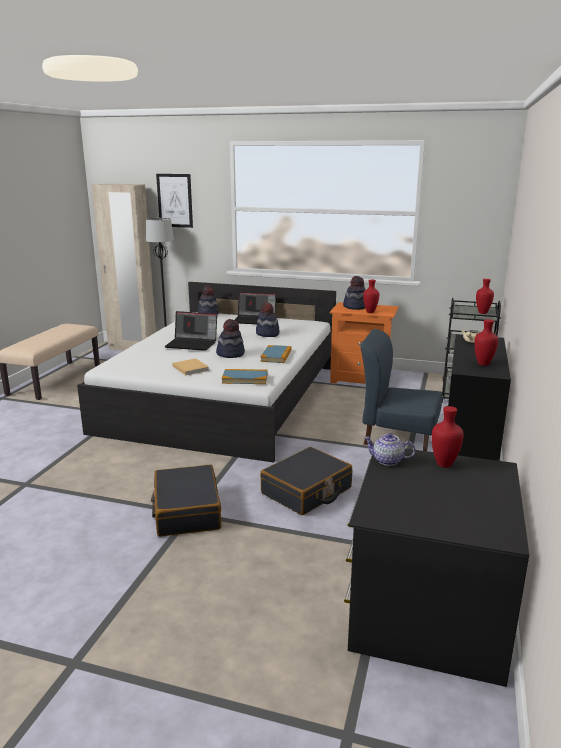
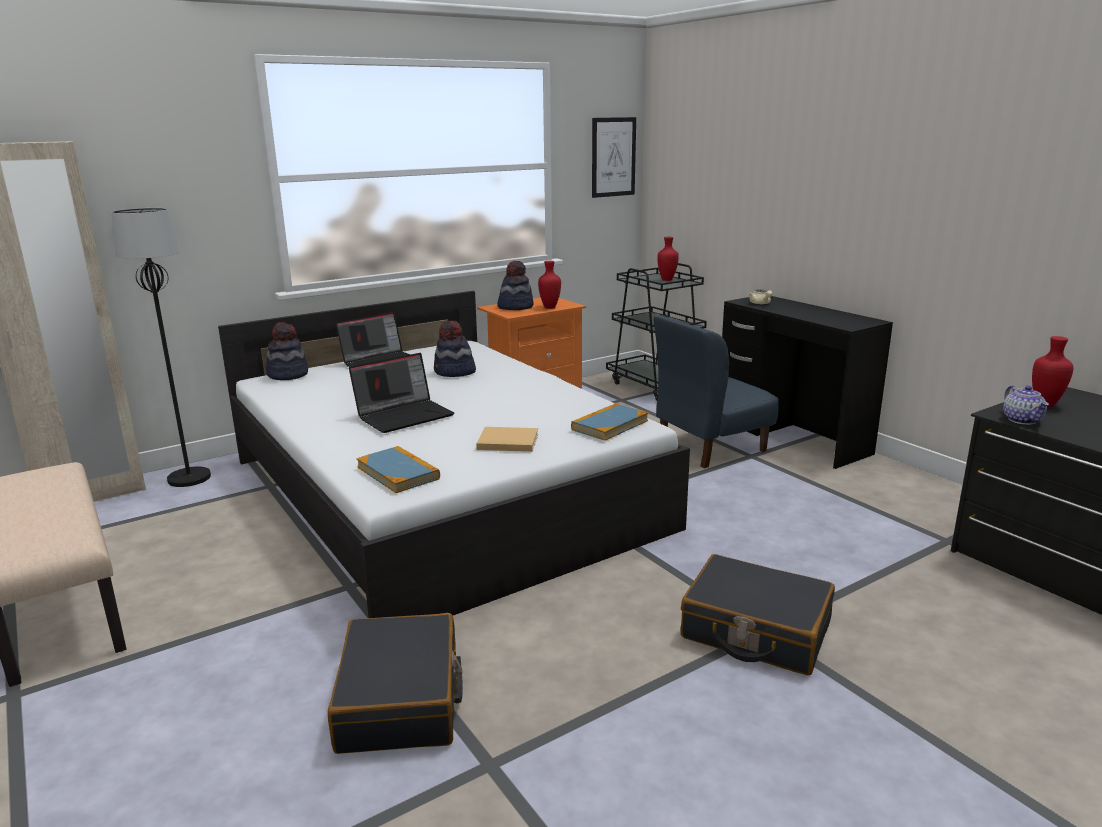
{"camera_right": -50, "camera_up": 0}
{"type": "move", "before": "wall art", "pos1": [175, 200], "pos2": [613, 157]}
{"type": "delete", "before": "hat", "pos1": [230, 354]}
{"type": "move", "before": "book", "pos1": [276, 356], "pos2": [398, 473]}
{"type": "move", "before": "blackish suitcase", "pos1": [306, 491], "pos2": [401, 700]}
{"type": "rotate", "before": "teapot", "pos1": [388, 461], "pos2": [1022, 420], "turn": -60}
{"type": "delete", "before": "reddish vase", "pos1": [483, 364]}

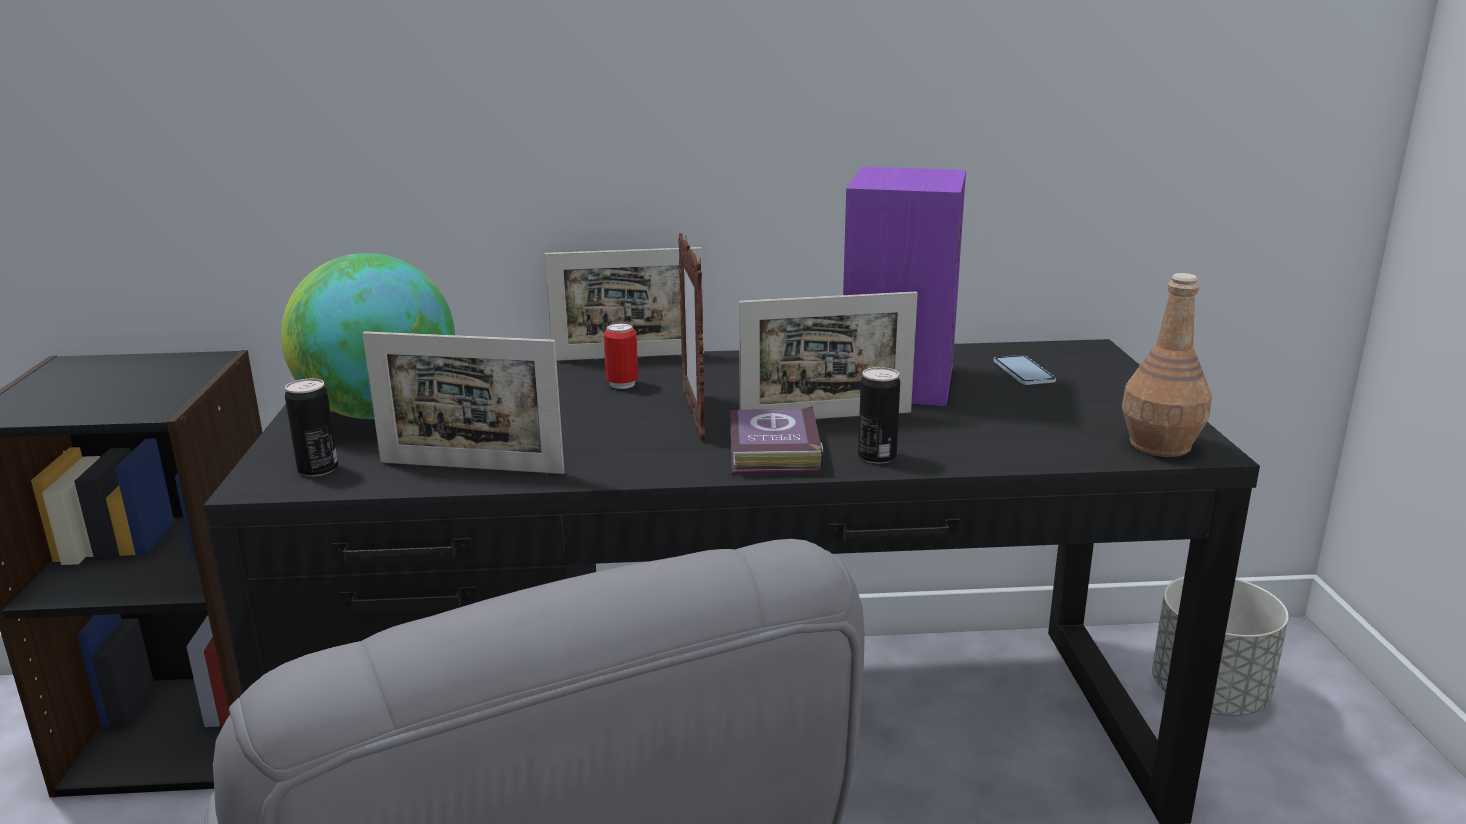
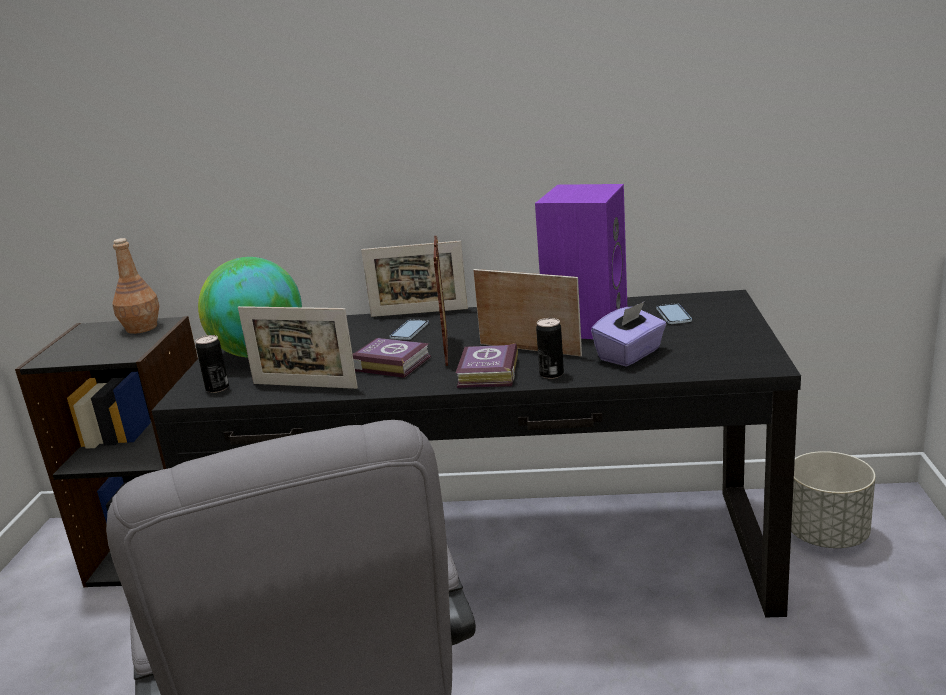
{"camera_right": 10, "camera_up": 0}
{"type": "replace", "before": "sealed can", "after": "telephone", "pos1": [622, 384], "pos2": [409, 331]}
{"type": "rotate", "before": "standing frame", "pos1": [826, 417], "pos2": [529, 350], "turn": -150}
{"type": "move", "before": "brown-coloured drink bottle", "pos1": [1159, 445], "pos2": [141, 328]}
{"type": "insert", "after": "book", "pos2": [390, 363]}
{"type": "insert", "after": "purple box of tissues", "pos2": [630, 355]}

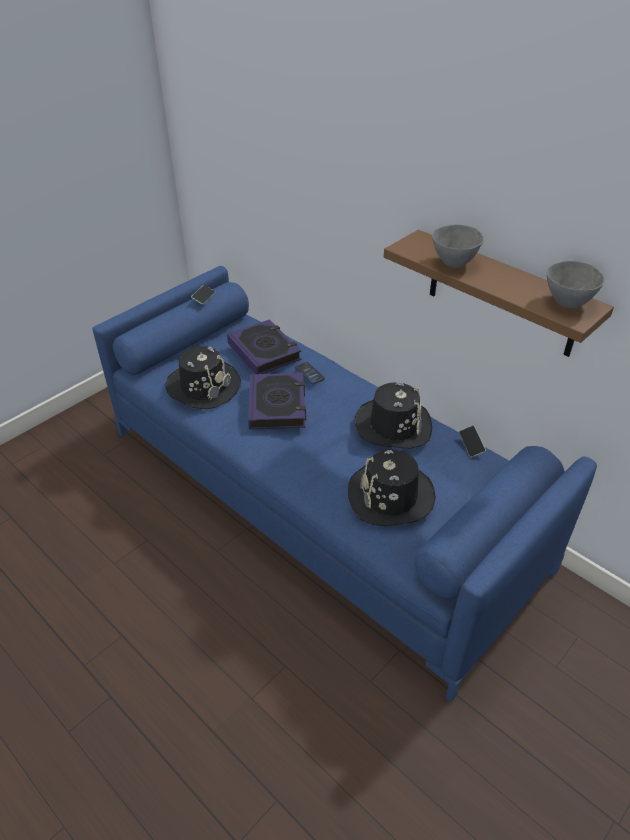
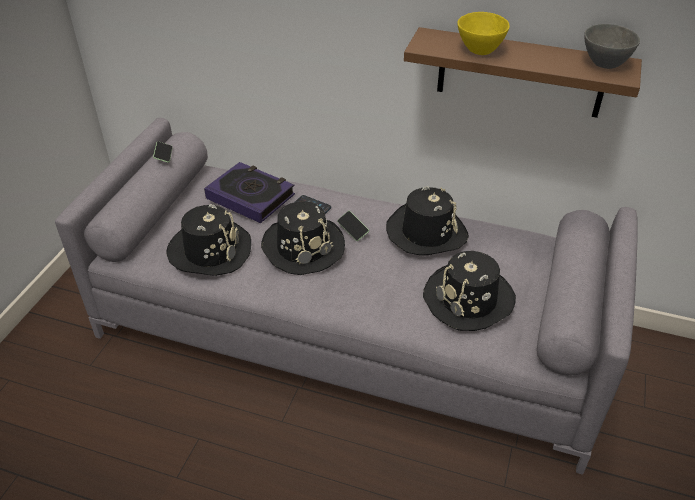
{"camera_right": -25, "camera_up": 0}
{"type": "recolor", "before": "blue-coloured couch", "after": "greyish couch", "pos1": [316, 496], "pos2": [348, 330]}
{"type": "replace", "before": "book", "after": "blackish hat", "pos1": [277, 405], "pos2": [303, 246]}
{"type": "recolor", "before": "greyish bowl", "after": "yellow bowl", "pos1": [453, 262], "pos2": [479, 50]}
{"type": "move", "before": "telephone", "pos1": [471, 445], "pos2": [353, 229]}

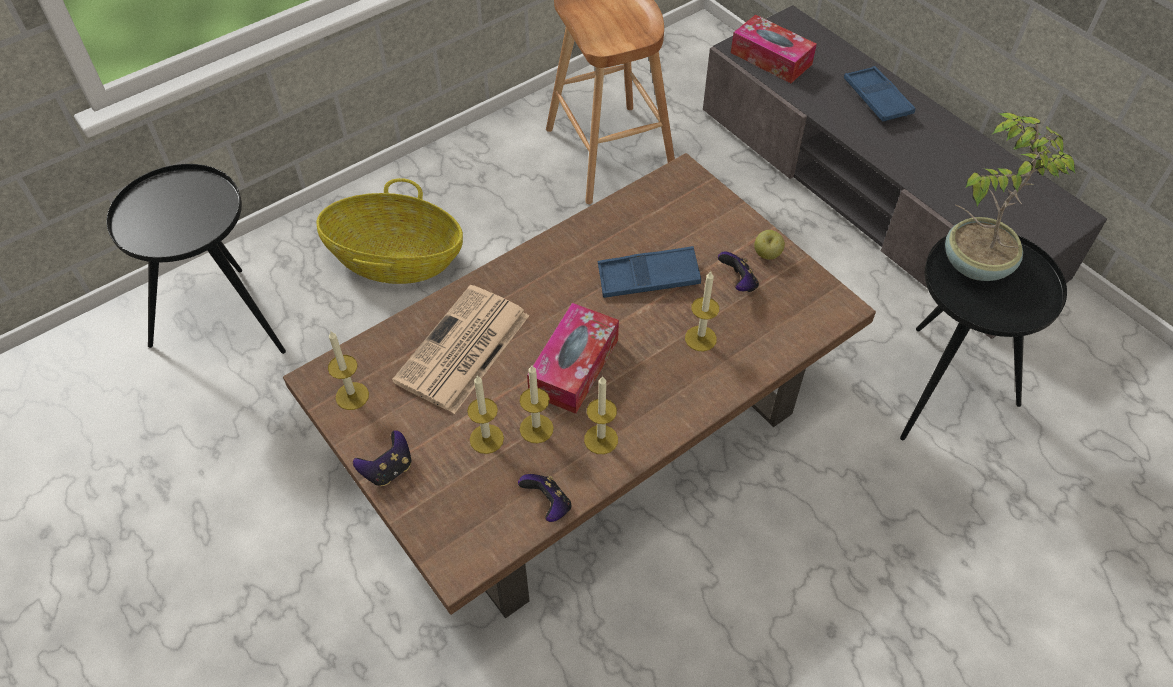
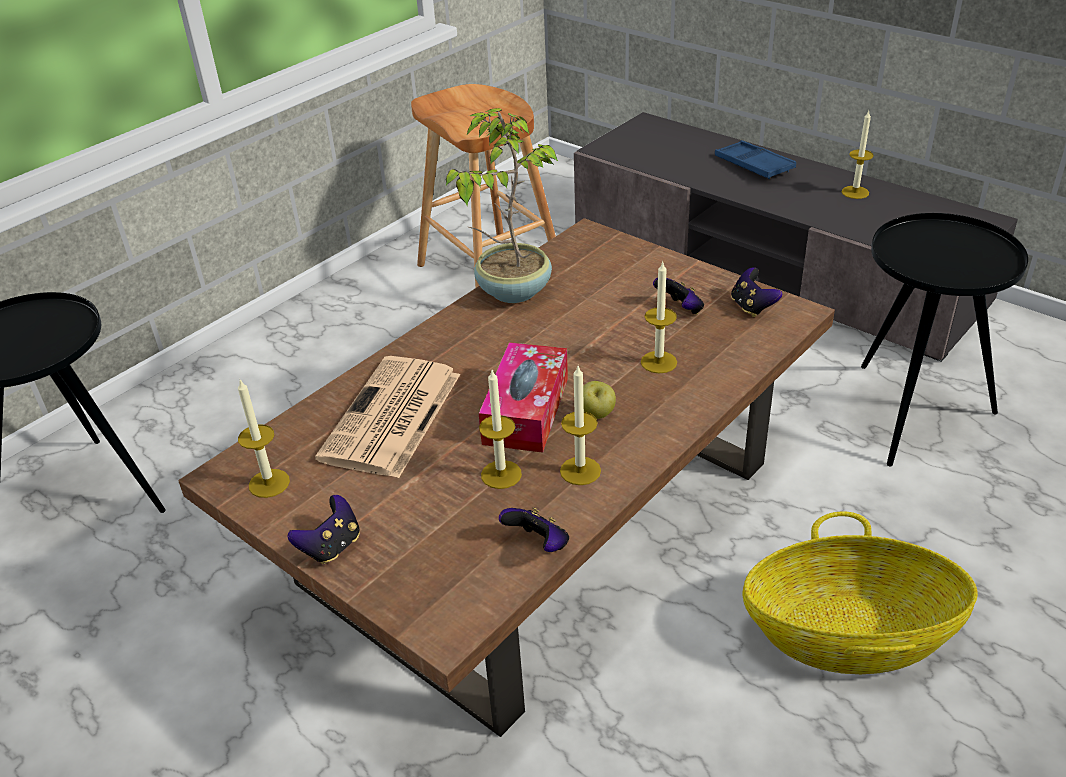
{"camera_right": -10, "camera_up": -15}
{"type": "move", "before": "basket", "pos1": [395, 259], "pos2": [849, 634]}
{"type": "move", "before": "candle", "pos1": [486, 439], "pos2": [855, 192]}
{"type": "delete", "before": "blue-coloured carrying tray", "pos1": [648, 278]}
{"type": "delete", "before": "box of tissues", "pos1": [771, 58]}
{"type": "move", "before": "apple fruit", "pos1": [767, 255], "pos2": [596, 414]}
{"type": "move", "before": "houseplant", "pos1": [974, 263], "pos2": [512, 291]}
{"type": "insert", "after": "joypad", "pos2": [752, 307]}

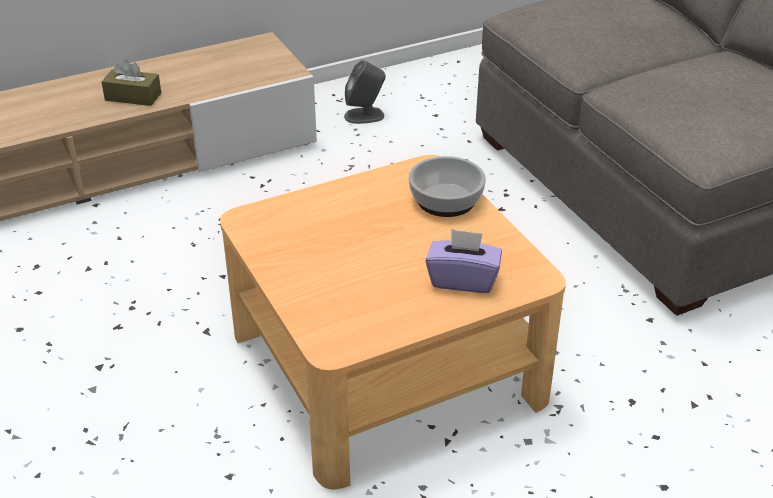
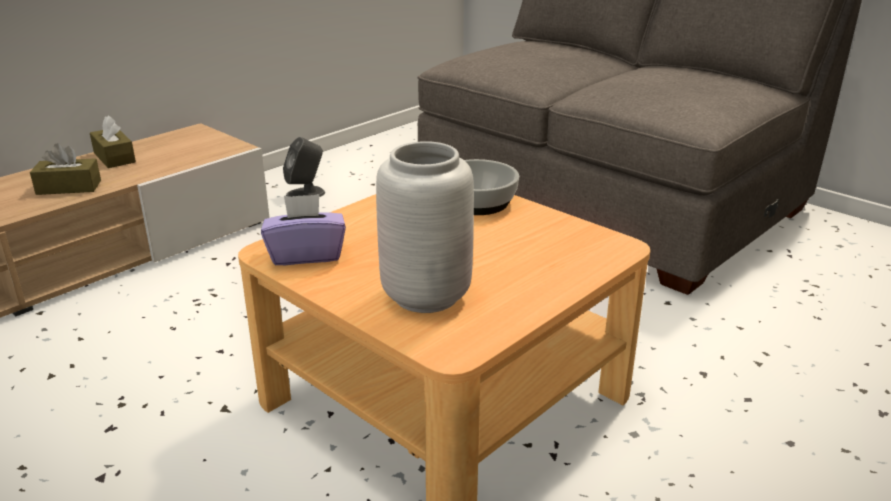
{"camera_right": -20, "camera_up": -10}
{"type": "move", "before": "purple box of tissues", "pos1": [463, 280], "pos2": [306, 255]}
{"type": "insert", "after": "brown-coloured box of tissues", "pos2": [114, 157]}
{"type": "insert", "after": "greyish vase", "pos2": [425, 295]}

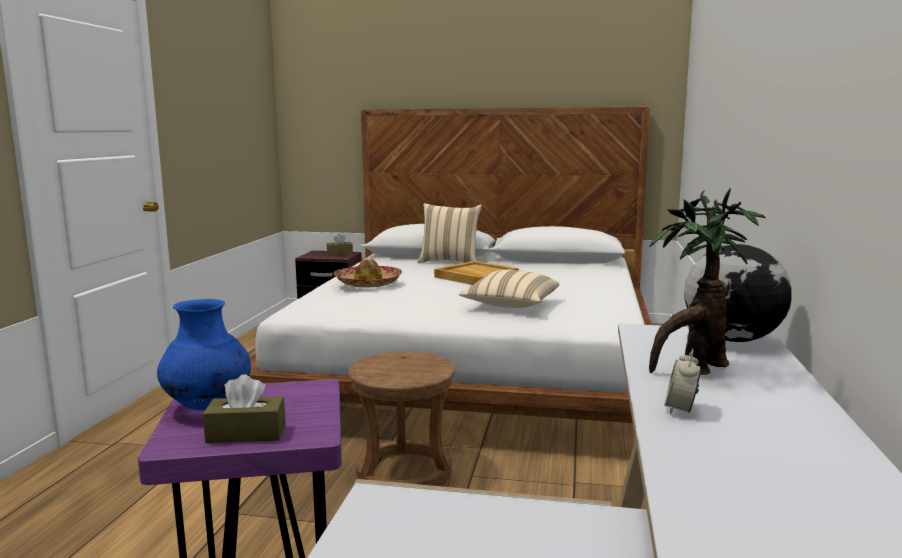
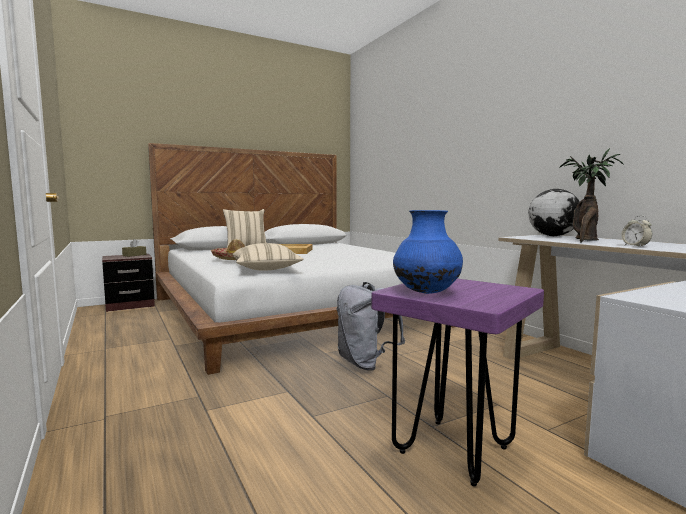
{"camera_right": -40, "camera_up": -5}
{"type": "delete", "before": "brown-coloured box of tissues", "pos1": [246, 433]}
{"type": "replace", "before": "brown-coloured stool seat", "after": "greyish rucksack", "pos1": [404, 472], "pos2": [366, 363]}
{"type": "move", "before": "beige throw pillow", "pos1": [510, 306], "pos2": [266, 270]}

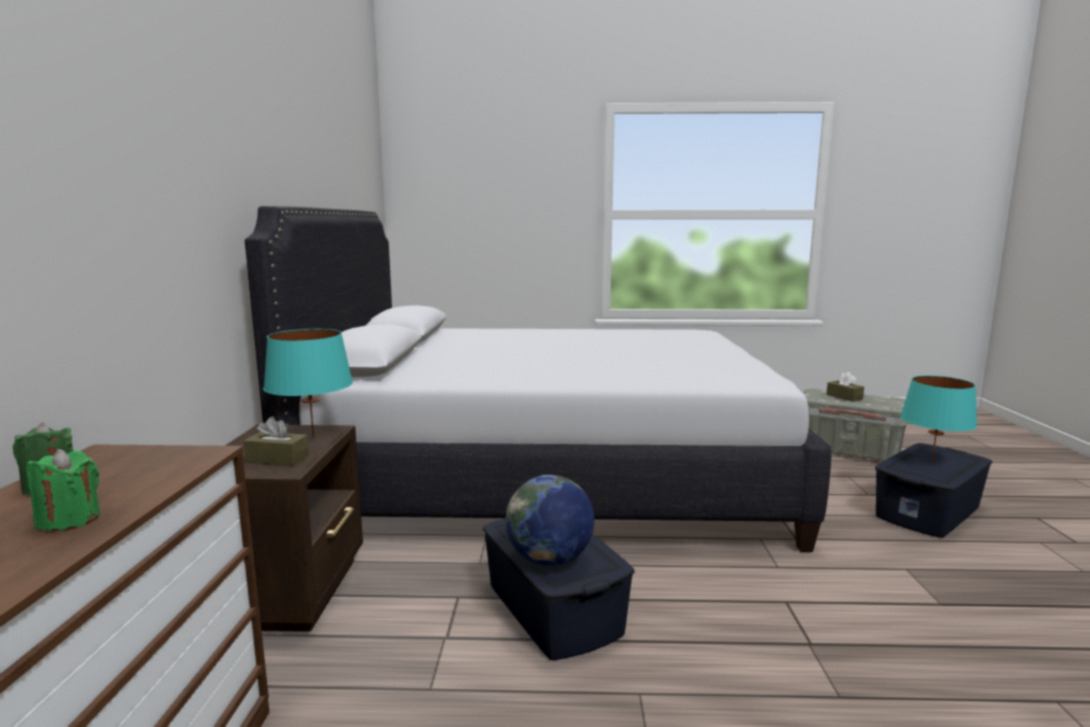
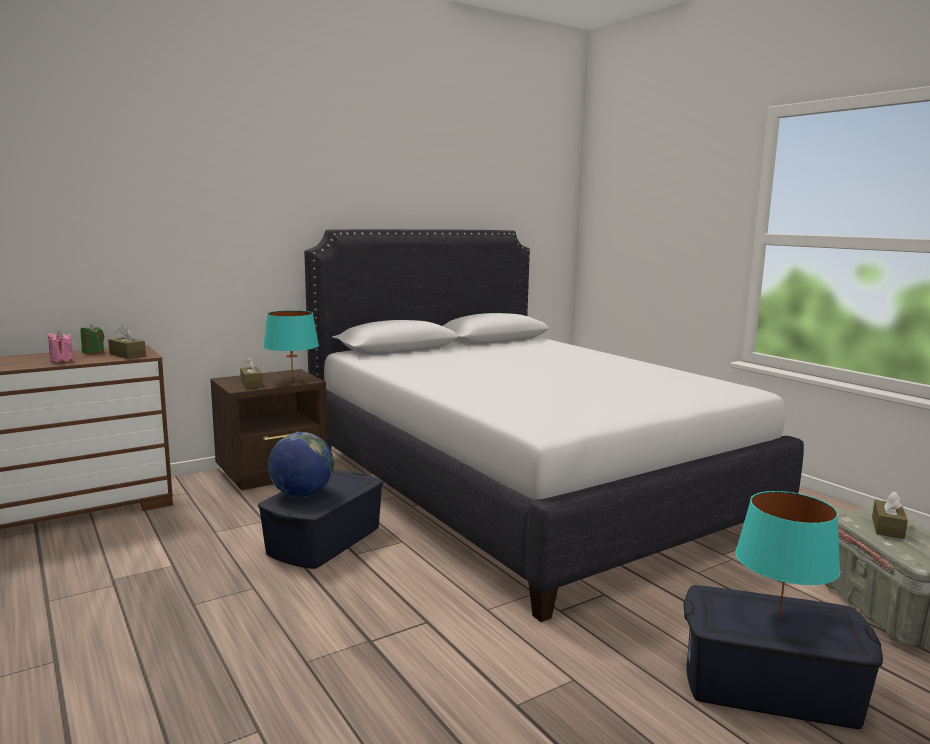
{"camera_right": 55, "camera_up": 0}
{"type": "recolor", "before": "green candle", "after": "pink candle", "pos1": [69, 520], "pos2": [62, 360]}
{"type": "insert", "after": "brown-coloured box of tissues", "pos2": [127, 355]}

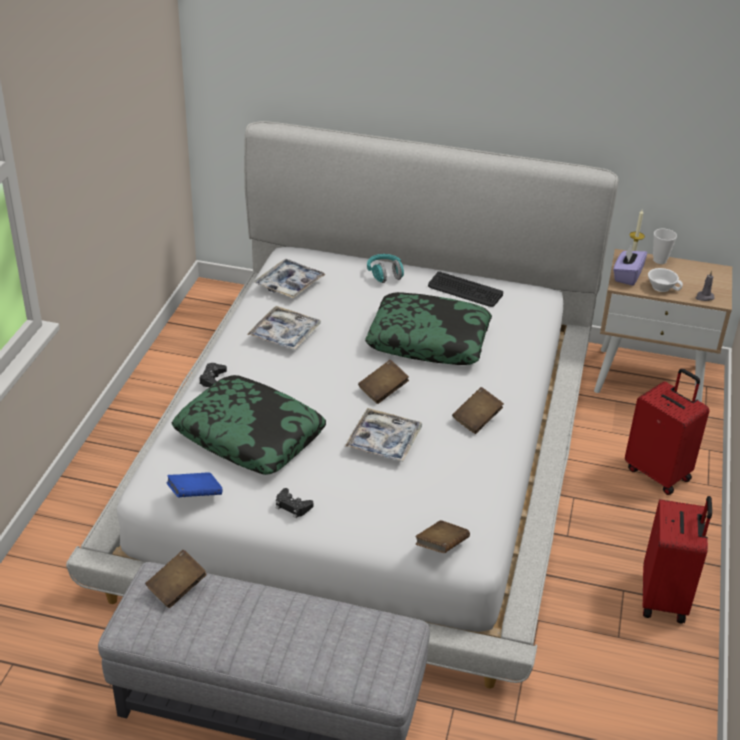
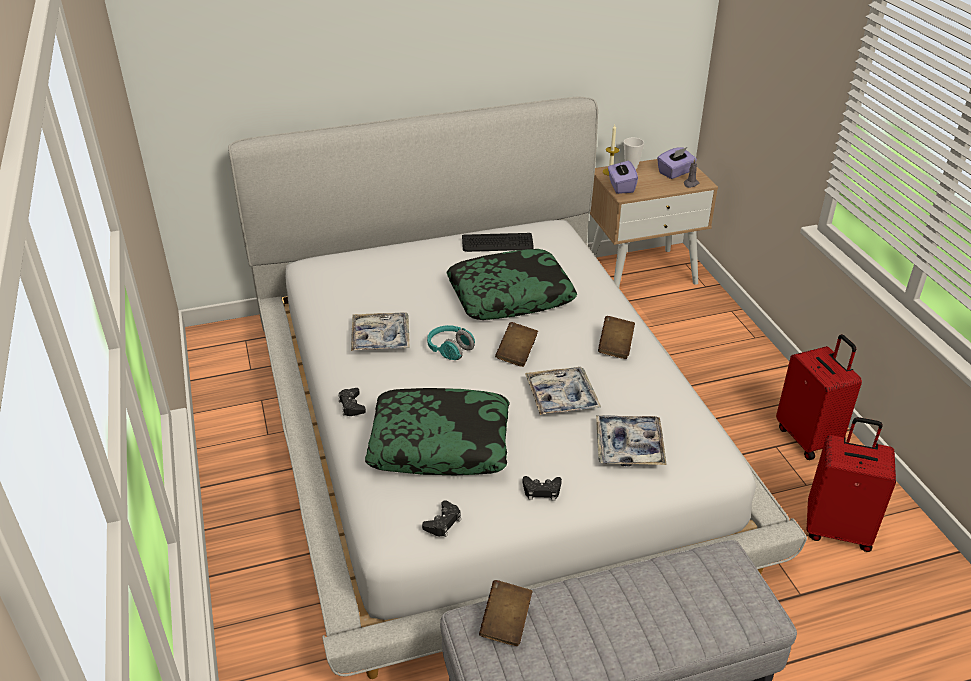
{"camera_right": -30, "camera_up": 0}
{"type": "replace", "before": "blue-coloured book", "after": "blackish joypad", "pos1": [195, 495], "pos2": [443, 523]}
{"type": "move", "before": "carrying tray", "pos1": [289, 284], "pos2": [629, 446]}
{"type": "move", "before": "turquoise headphones", "pos1": [385, 275], "pos2": [450, 350]}
{"type": "delete", "before": "brown-coloured book", "pos1": [441, 546]}
{"type": "move", "before": "reddish suitcase", "pos1": [658, 473], "pos2": [837, 529]}
{"type": "delete", "before": "white small cup", "pos1": [662, 286]}
{"type": "insert", "after": "purple box of tissues", "pos2": [675, 172]}

